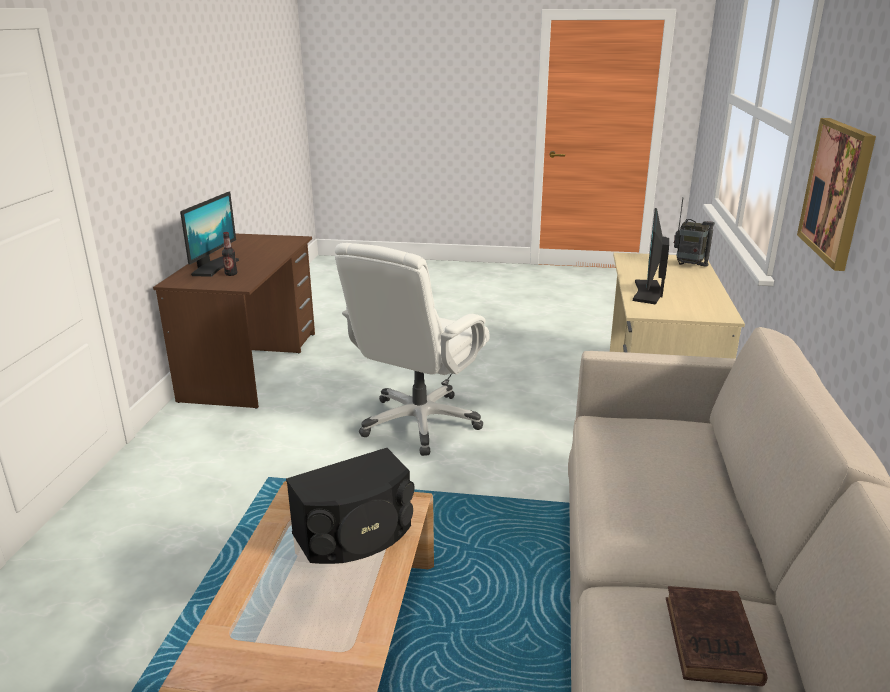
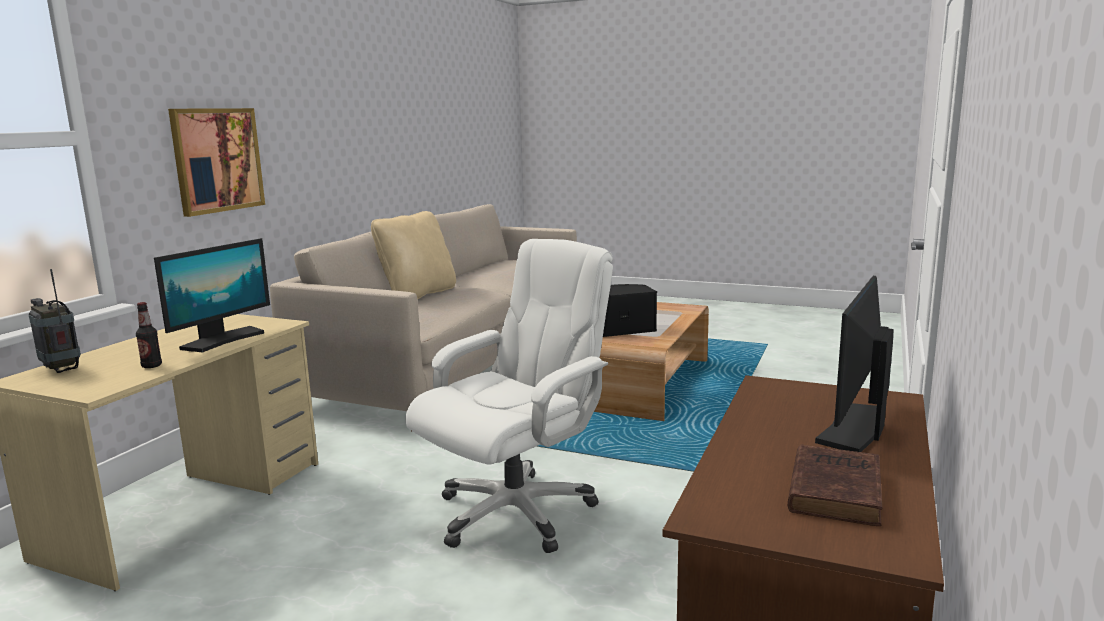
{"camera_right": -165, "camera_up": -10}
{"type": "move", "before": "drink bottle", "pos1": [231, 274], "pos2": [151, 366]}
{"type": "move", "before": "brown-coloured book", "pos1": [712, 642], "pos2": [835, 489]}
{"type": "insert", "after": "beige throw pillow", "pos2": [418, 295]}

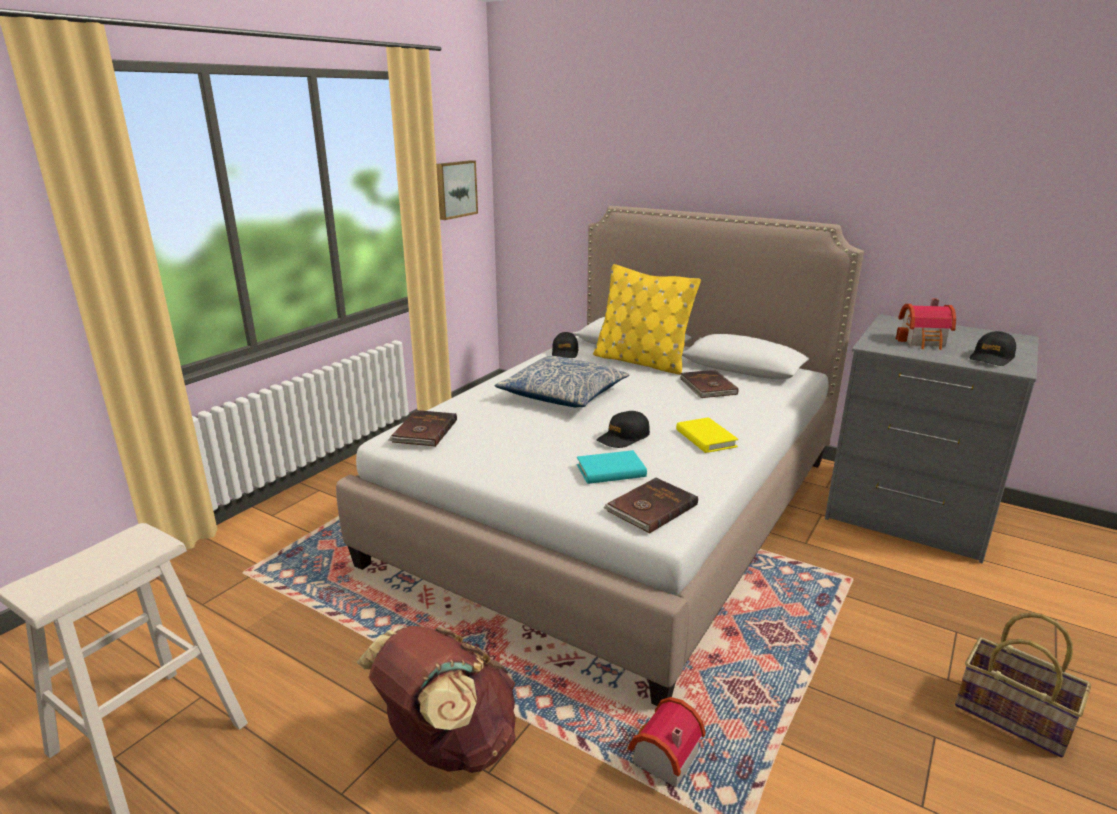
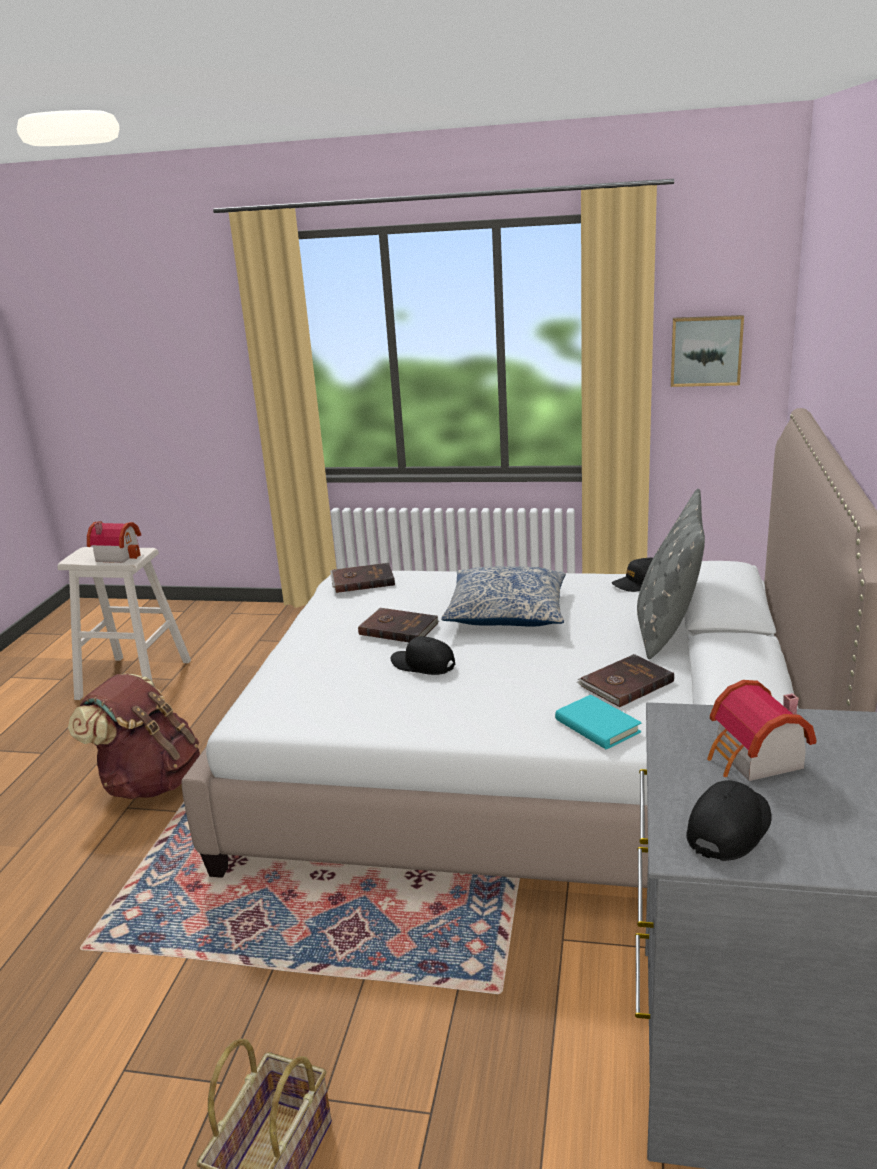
{"camera_right": 70, "camera_up": 0}
{"type": "move", "before": "turquoise book", "pos1": [611, 471], "pos2": [597, 726]}
{"type": "recolor", "before": "yellow throw pillow", "after": "greyish throw pillow", "pos1": [641, 361], "pos2": [667, 628]}
{"type": "move", "before": "brown-coloured book", "pos1": [650, 508], "pos2": [398, 628]}
{"type": "move", "before": "model house", "pos1": [660, 758], "pos2": [118, 555]}
{"type": "delete", "before": "yellow book", "pos1": [705, 438]}
{"type": "rotate", "before": "blackish cap", "pos1": [991, 358], "pos2": [729, 828], "turn": 105}

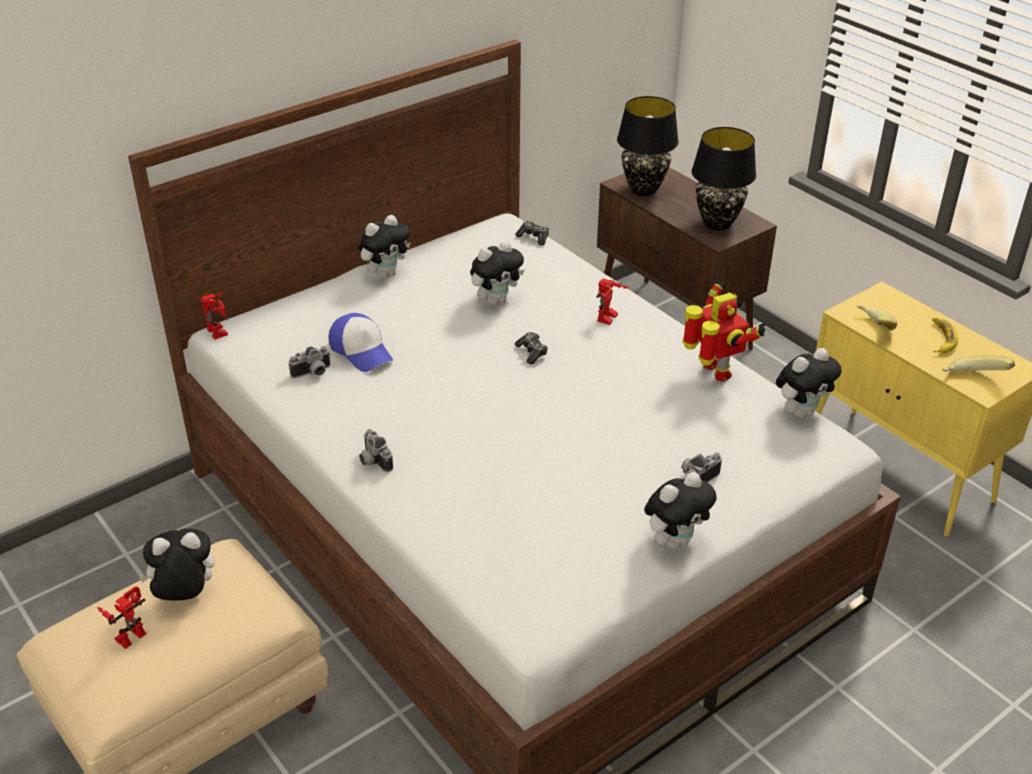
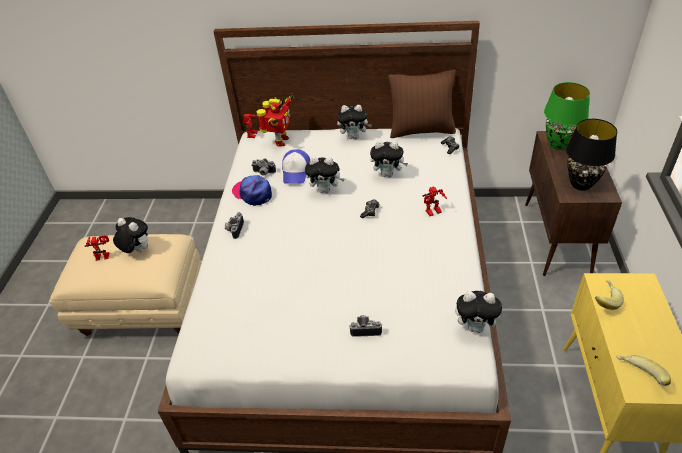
{"camera_right": 45, "camera_up": 5}
{"type": "recolor", "before": "blackish lamp for a table", "after": "green lamp for a table", "pos1": [643, 189], "pos2": [558, 145]}
{"type": "move", "before": "soft toy", "pos1": [675, 540], "pos2": [325, 190]}
{"type": "move", "before": "robot figure", "pos1": [714, 373], "pos2": [280, 141]}
{"type": "delete", "before": "banana", "pos1": [941, 339]}
{"type": "insert", "after": "cap", "pos2": [252, 193]}
{"type": "insert", "after": "brown-coloured throw pillow", "pos2": [421, 131]}

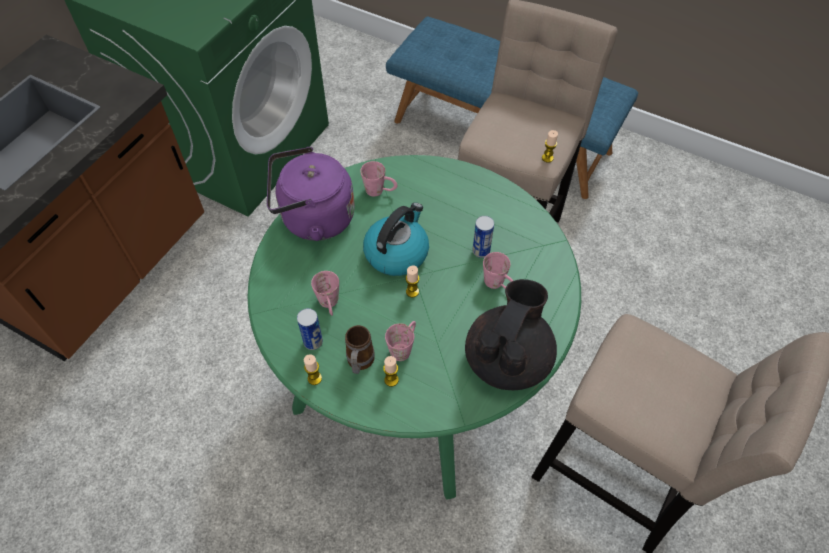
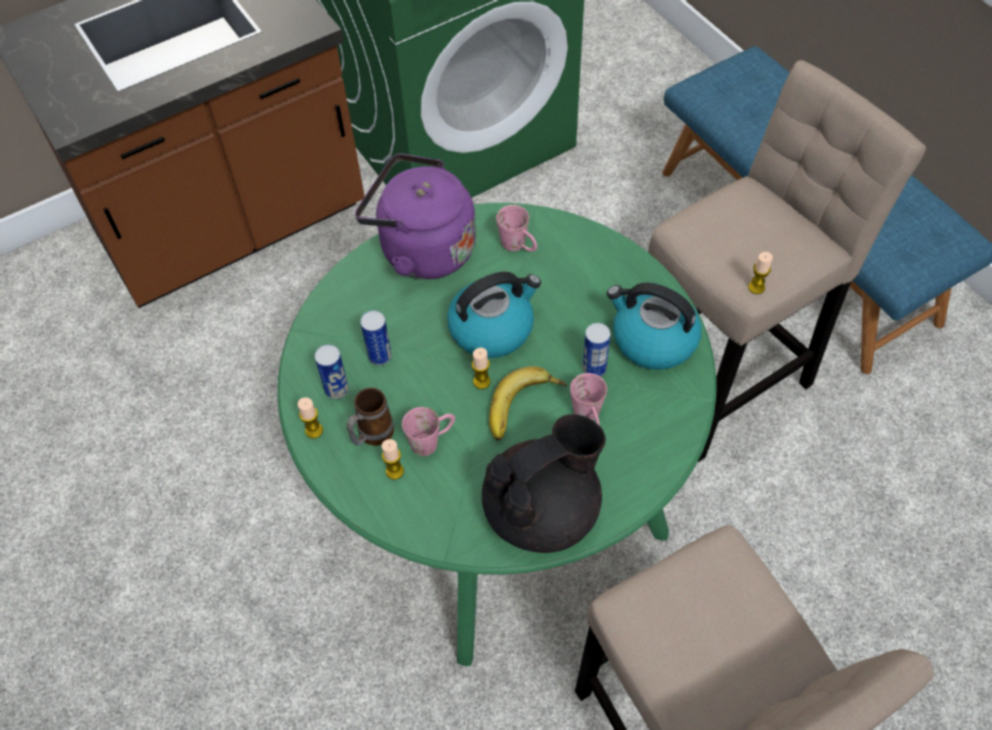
{"camera_right": 30, "camera_up": 0}
{"type": "replace", "before": "pink mug", "after": "sealed can", "pos1": [330, 305], "pos2": [380, 356]}
{"type": "insert", "after": "banana", "pos2": [524, 409]}
{"type": "insert", "after": "tea kettle", "pos2": [652, 340]}

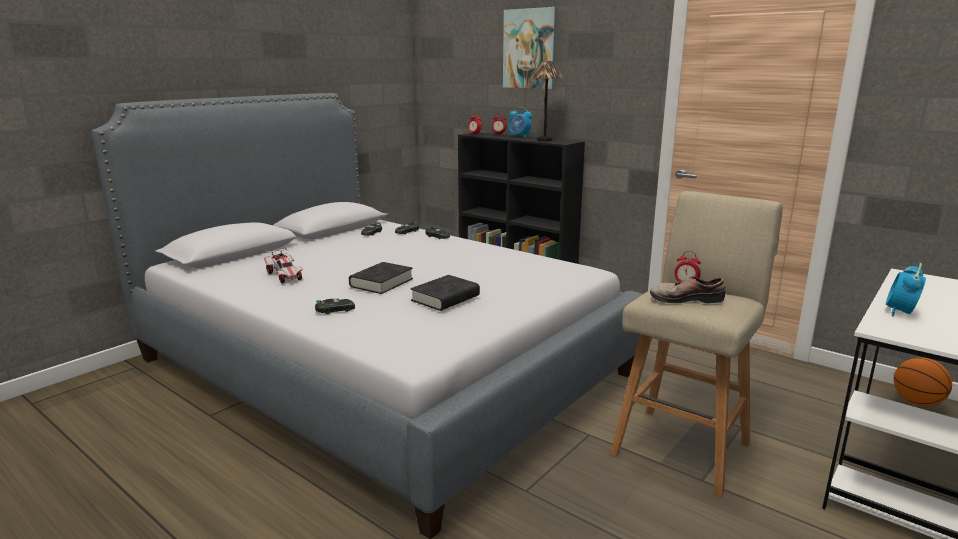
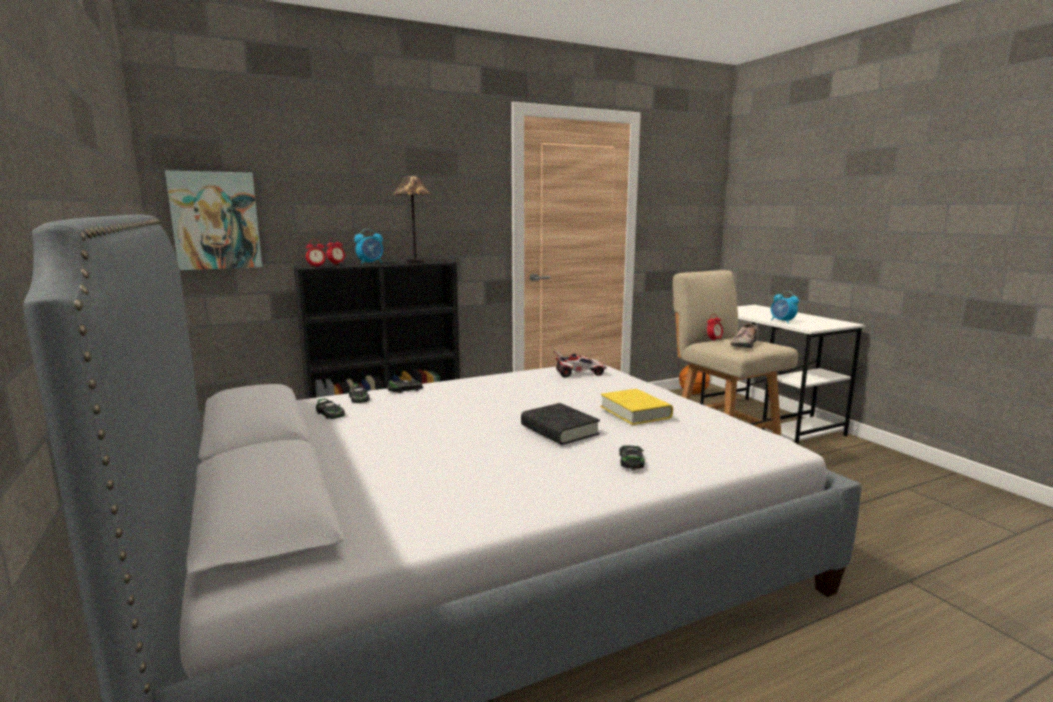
{"camera_right": -65, "camera_up": -5}
{"type": "move", "before": "miniature car", "pos1": [285, 276], "pos2": [579, 374]}
{"type": "recolor", "before": "blackish book", "after": "yellow book", "pos1": [445, 298], "pos2": [635, 412]}
{"type": "move", "before": "wall art", "pos1": [530, 49], "pos2": [216, 220]}

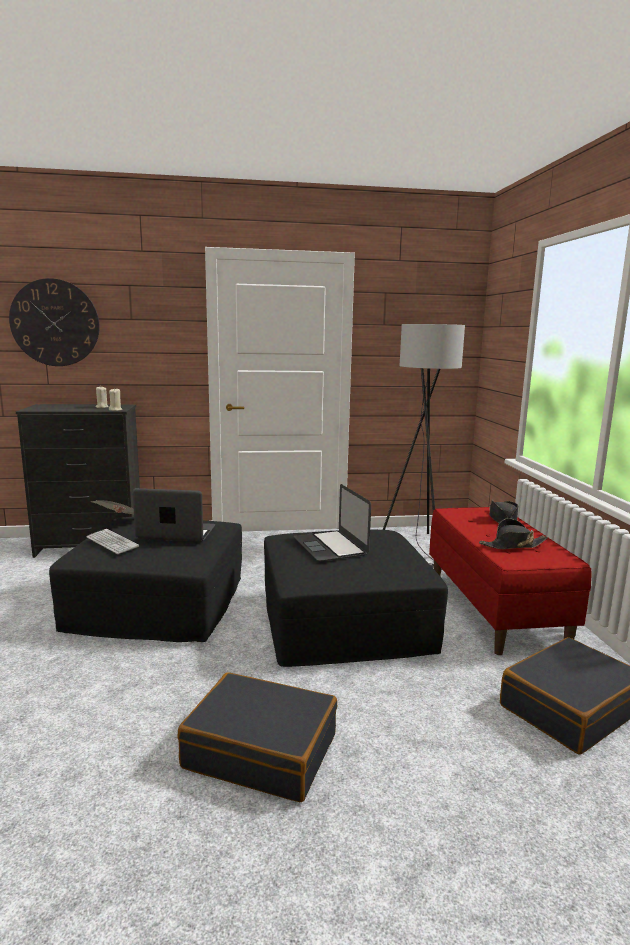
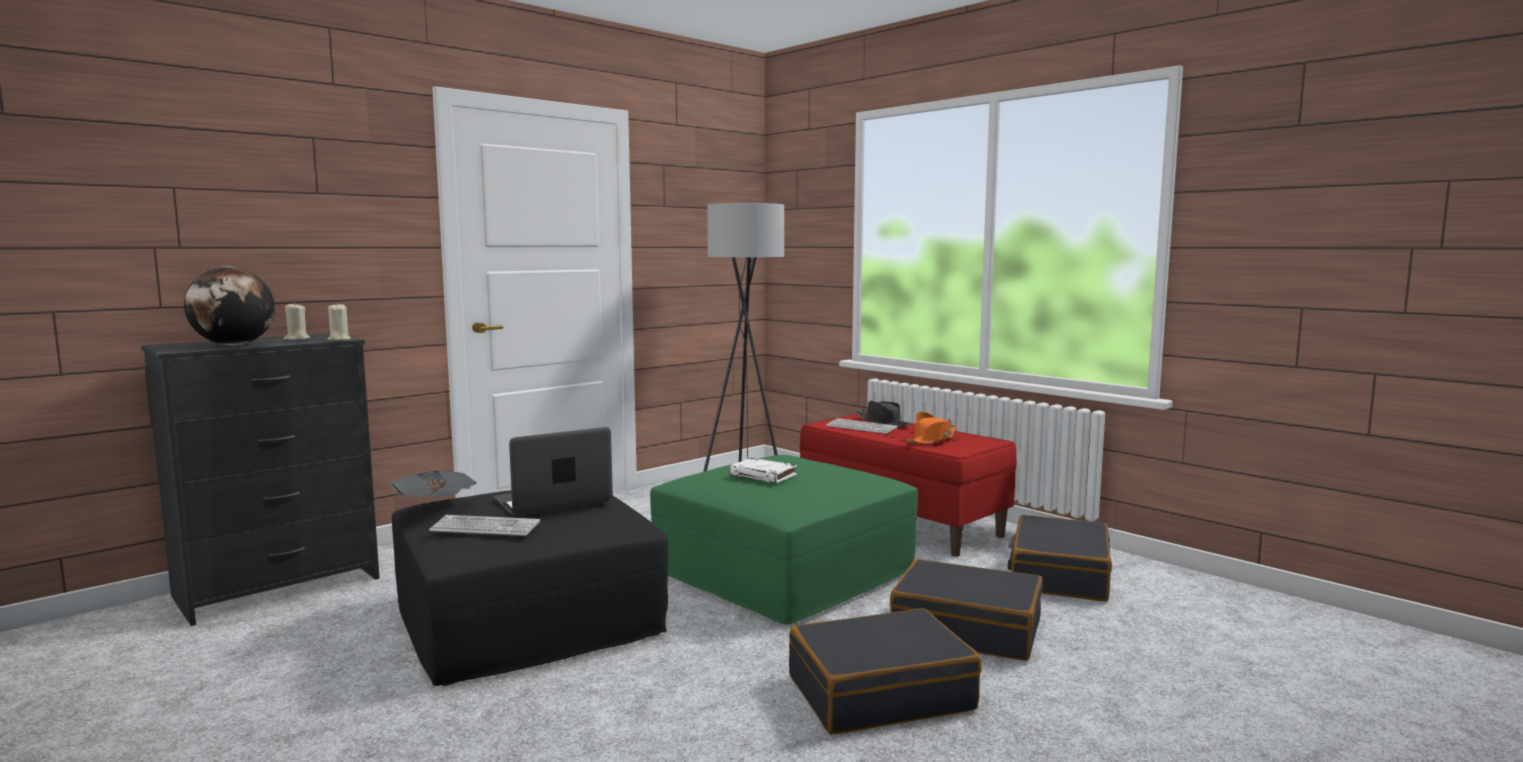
{"camera_right": -35, "camera_up": -5}
{"type": "delete", "before": "hanging clock", "pos1": [55, 323]}
{"type": "recolor", "before": "blackish footrest", "after": "green footrest", "pos1": [346, 621], "pos2": [784, 571]}
{"type": "replace", "before": "laptop", "after": "white book", "pos1": [330, 546], "pos2": [764, 475]}
{"type": "recolor", "before": "blackish hat", "after": "orangey hat", "pos1": [512, 545], "pos2": [932, 439]}
{"type": "insert", "after": "world globe", "pos2": [234, 345]}
{"type": "insert", "after": "computer keyboard", "pos2": [861, 427]}
{"type": "insert", "after": "blackish suitcase", "pos2": [966, 629]}

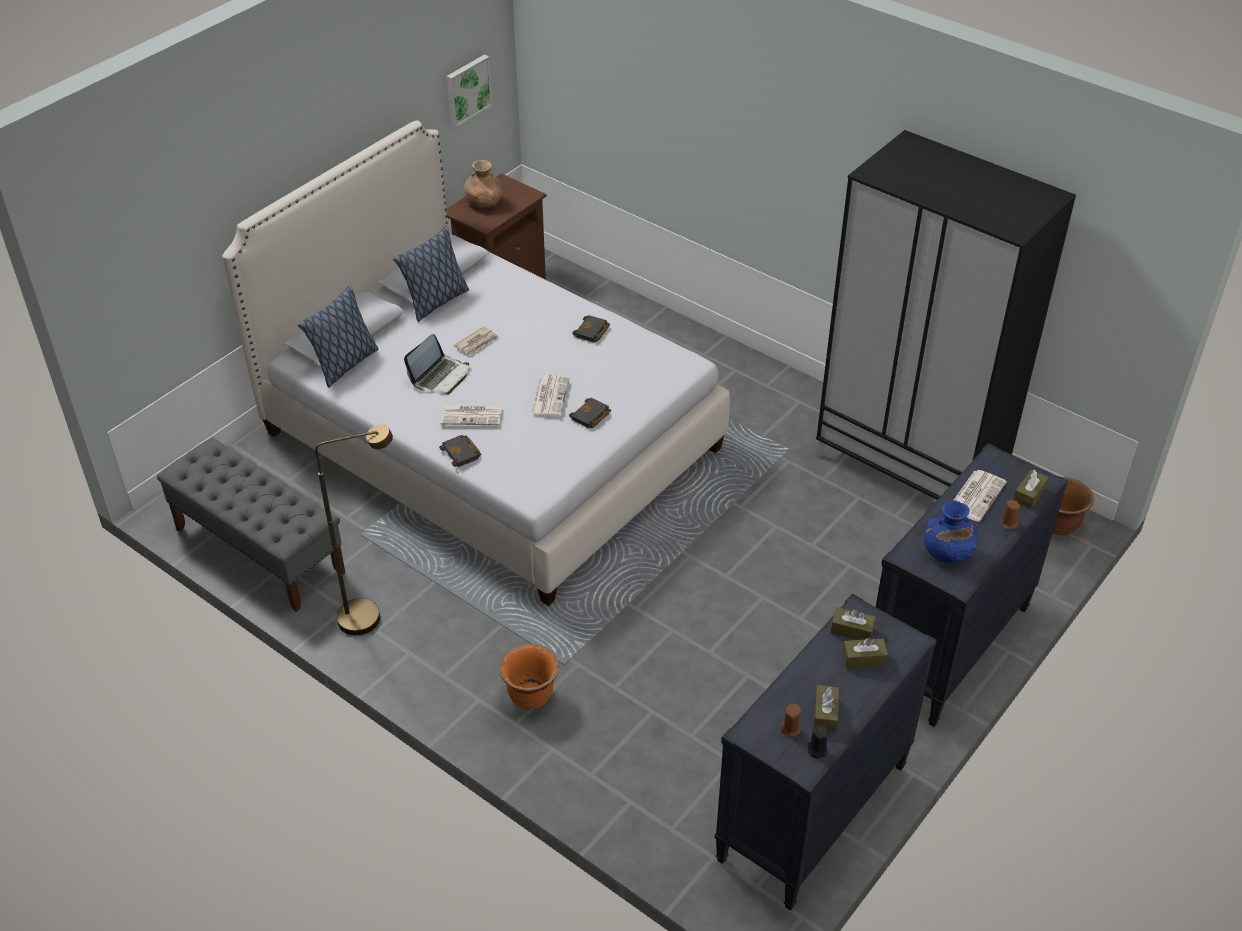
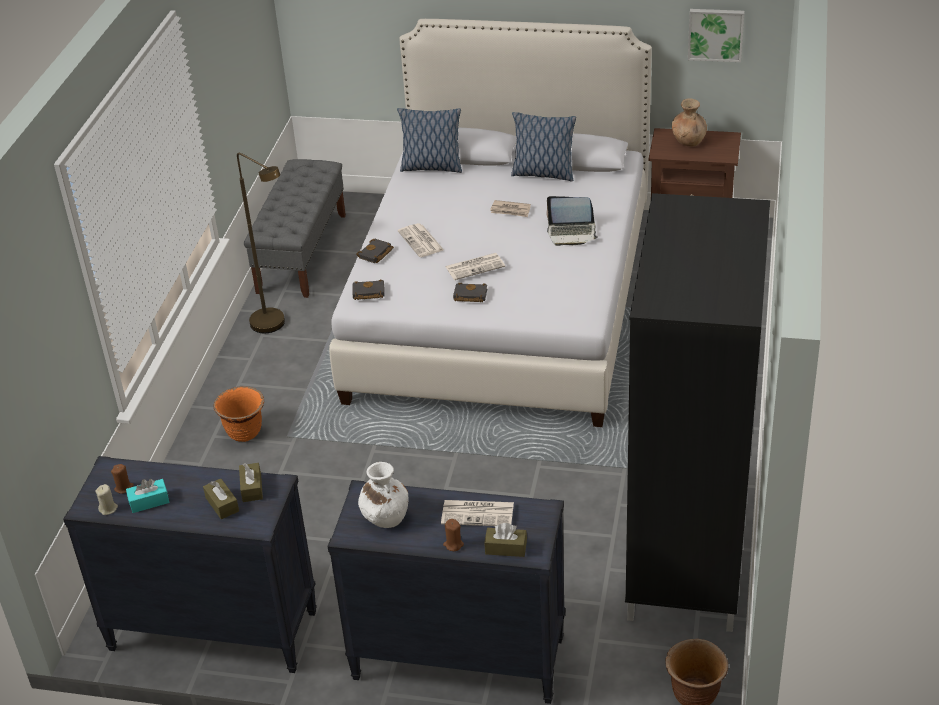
{"camera_right": 65, "camera_up": -5}
{"type": "move", "before": "laptop", "pos1": [440, 376], "pos2": [572, 233]}
{"type": "move", "before": "blackish book", "pos1": [592, 332], "pos2": [367, 293]}
{"type": "recolor", "before": "blackish candle", "after": "beige candle", "pos1": [817, 749], "pos2": [108, 509]}
{"type": "recolor", "before": "brown-coloured box of tissues", "after": "turquoise box of tissues", "pos1": [825, 714], "pos2": [149, 501]}
{"type": "recolor", "before": "blue-coloured vase", "after": "white vase", "pos1": [947, 553], "pos2": [385, 516]}

